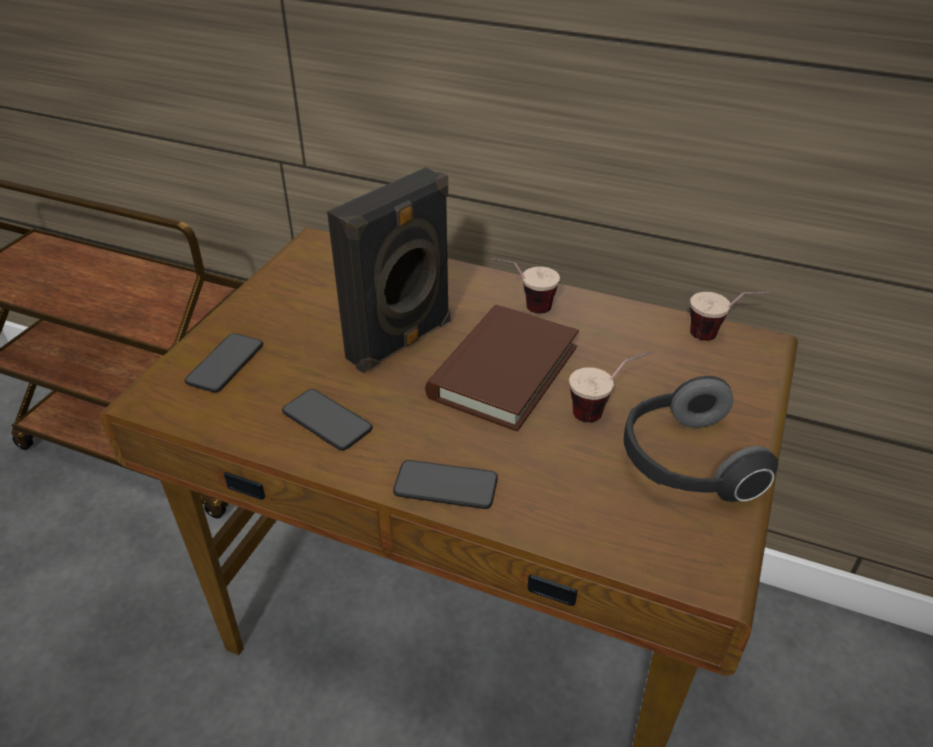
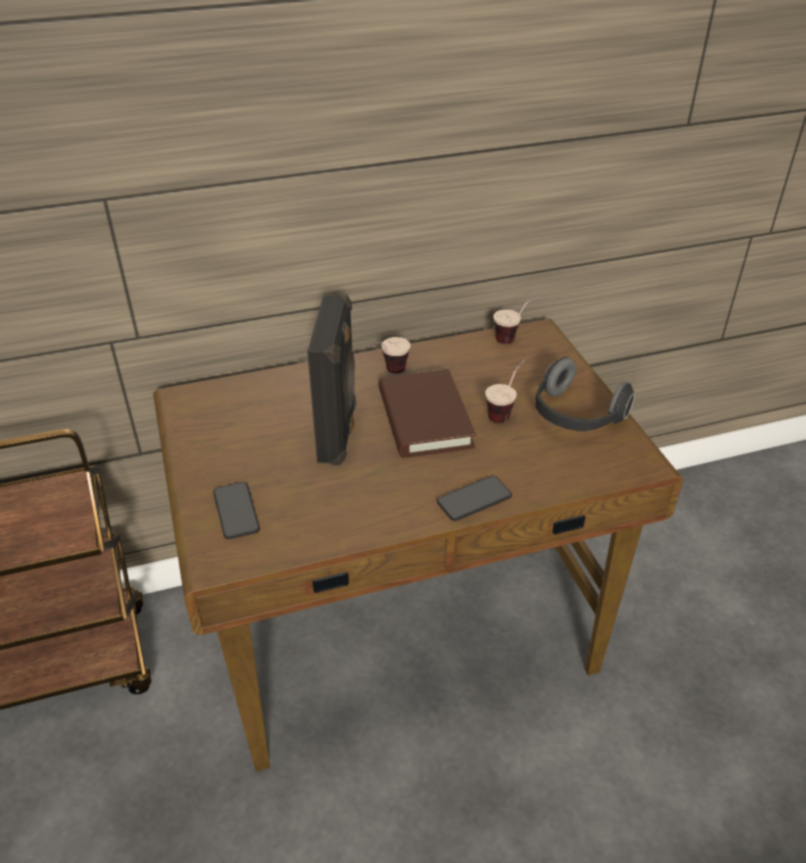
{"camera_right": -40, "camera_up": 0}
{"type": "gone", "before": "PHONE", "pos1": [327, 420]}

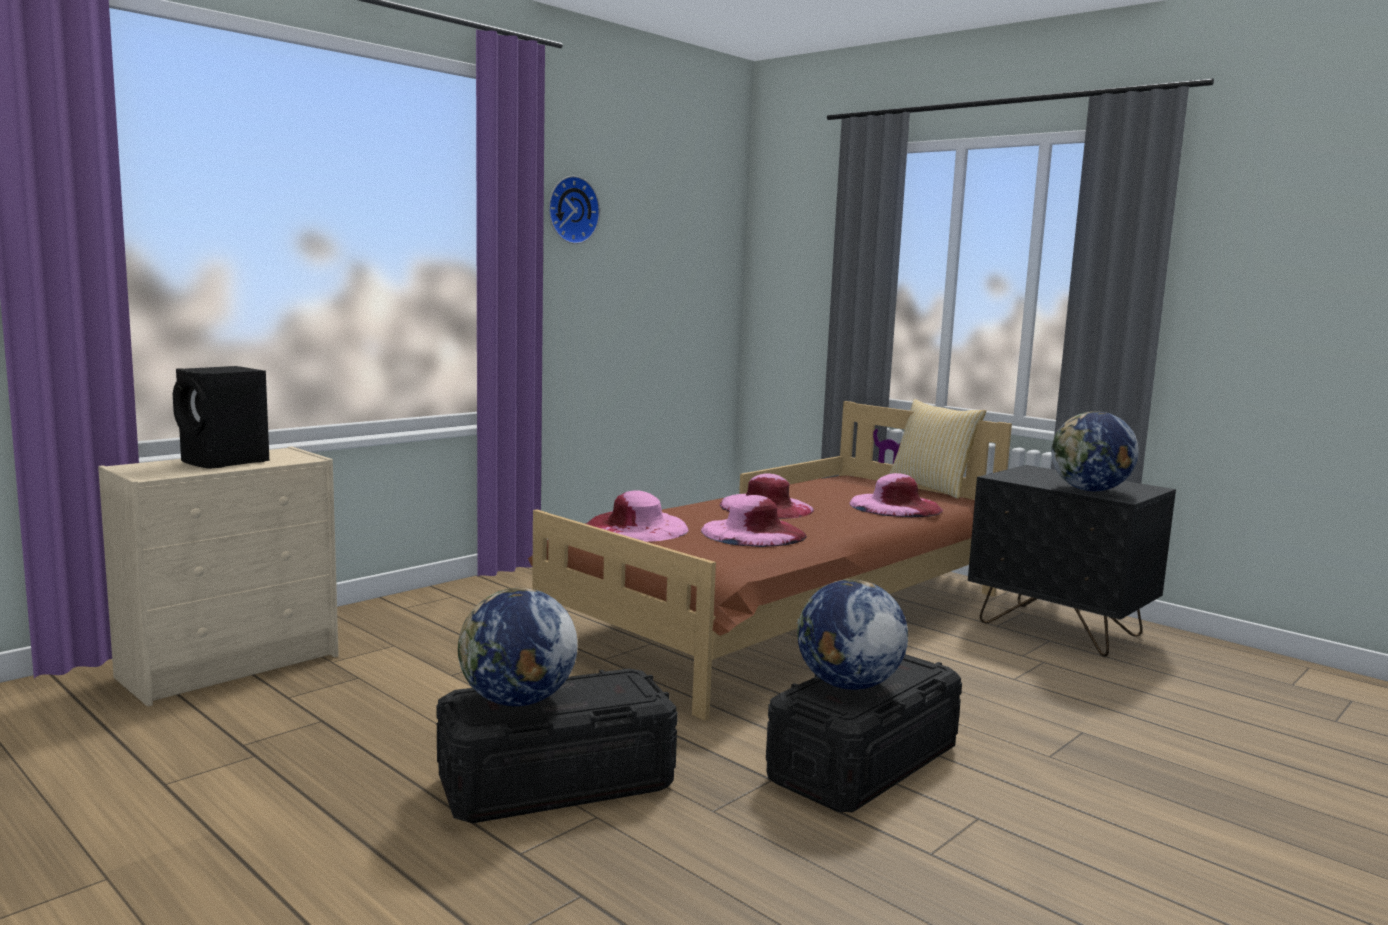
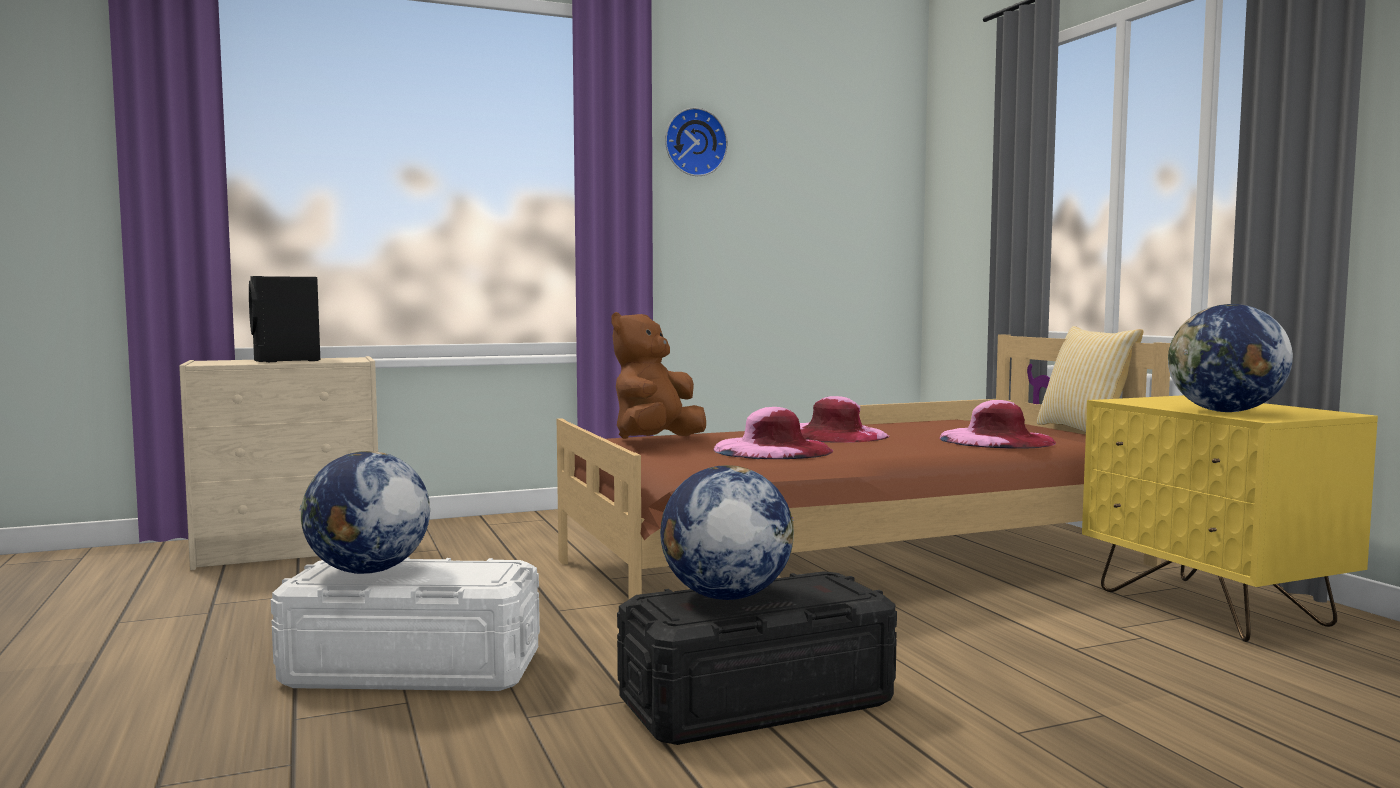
{"camera_right": 25, "camera_up": -5}
{"type": "repainted", "before": "BLACK STORAGE BOX", "after": "WHITE STORAGE BOX", "pos1": [557, 746], "pos2": [405, 624]}
{"type": "swapped", "before": "PINK HAT", "after": "BROWN PLUSH TOY", "pos1": [637, 516], "pos2": [658, 375]}
{"type": "repainted", "before": "BLACK NIGHTSTAND", "after": "YELLOW NIGHTSTAND", "pos1": [1072, 561], "pos2": [1230, 518]}

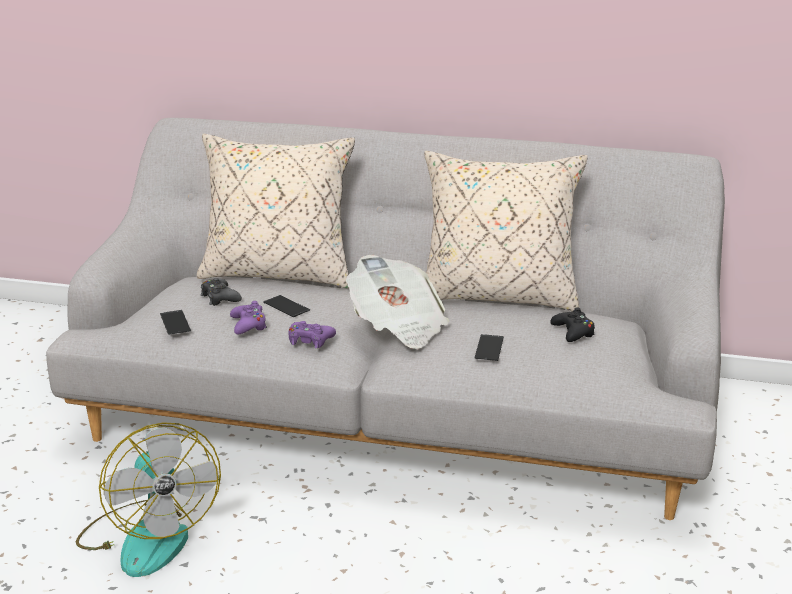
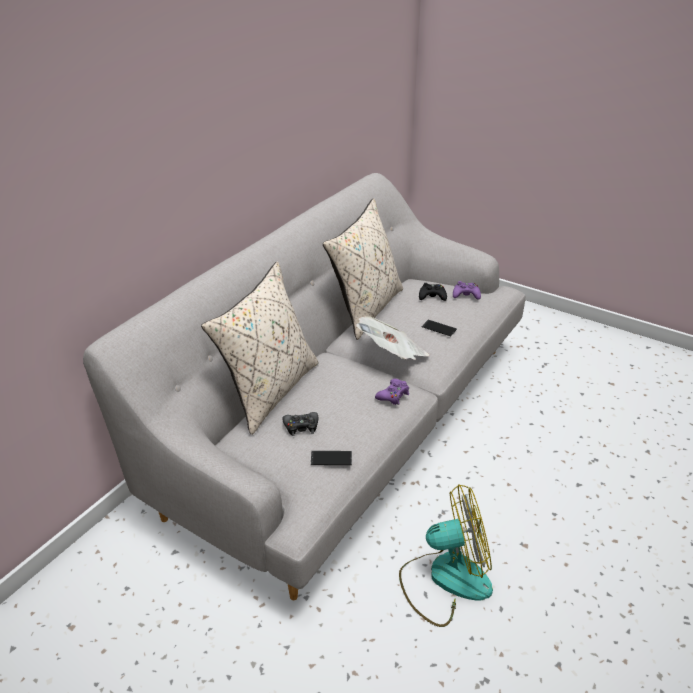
{"camera_right": -70, "camera_up": 10}
{"type": "shifted", "before": "PURPLE GAME CONTROLLER", "pos1": [248, 317], "pos2": [467, 290]}
{"type": "gone", "before": "PHONE", "pos1": [286, 306]}

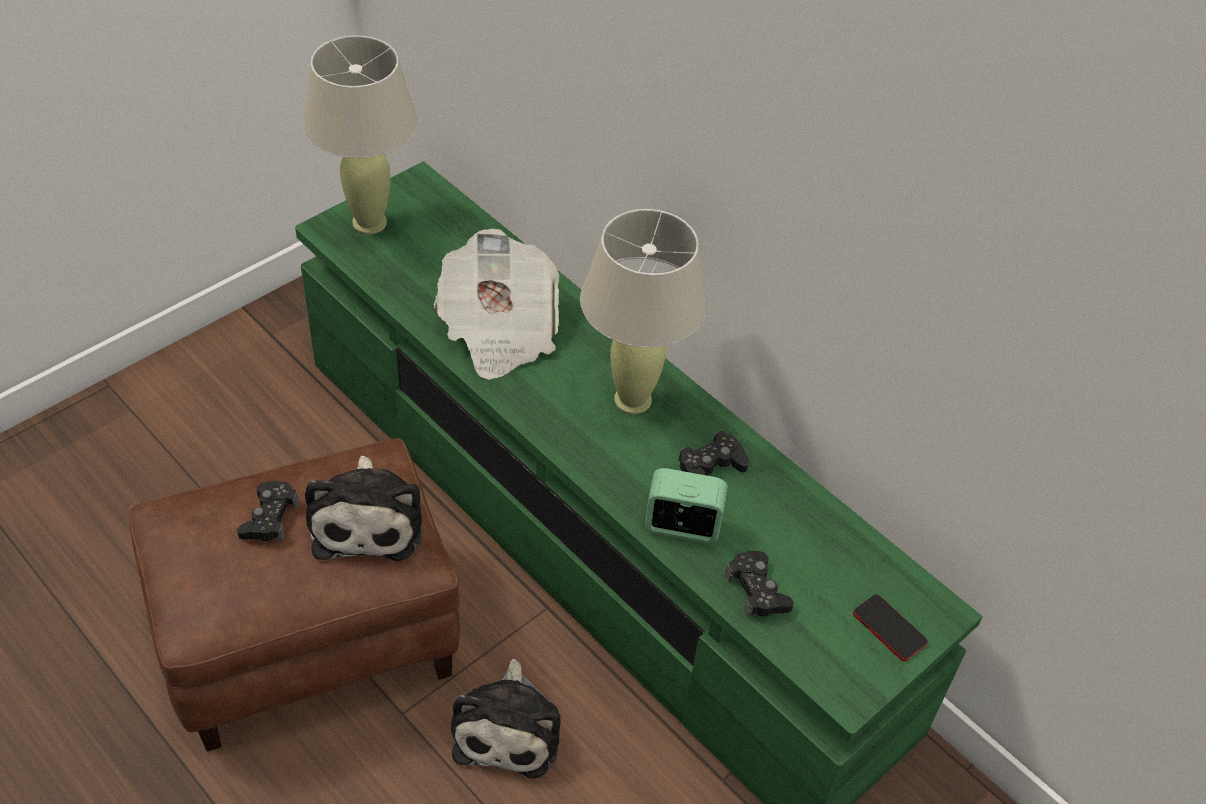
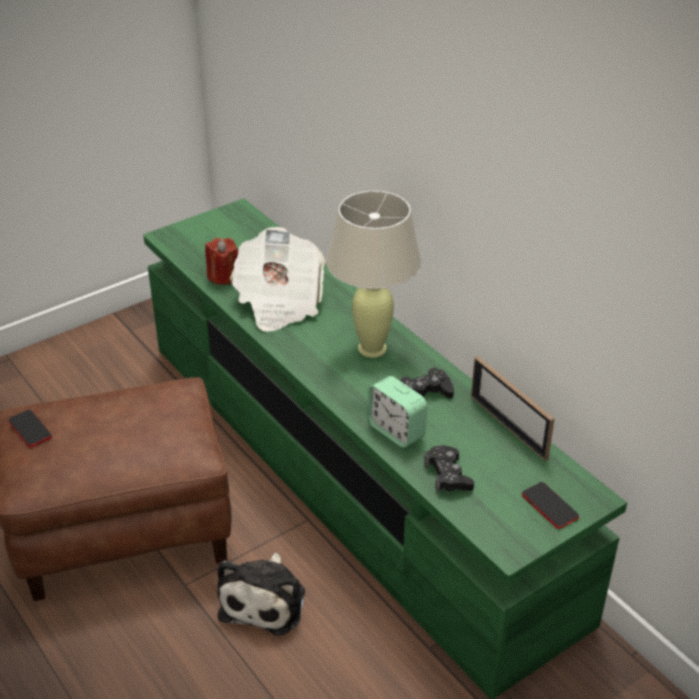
{"camera_right": 10, "camera_up": -10}
{"type": "new", "after": "PHONE", "pos2": [30, 428]}
{"type": "new", "after": "RED CANDLE", "pos2": [221, 261]}
{"type": "rotated", "before": "ALARM CLOCK", "pos1": [686, 505], "pos2": [397, 412], "turn": -150}
{"type": "new", "after": "PICTURE FRAME", "pos2": [513, 408]}
{"type": "gone", "before": "BLACK GAME CONTROLLER", "pos1": [268, 511]}
{"type": "gone", "before": "BEIGE TABLE LAMP", "pos1": [360, 134]}
{"type": "gone", "before": "PLUSH TOY", "pos1": [363, 508]}

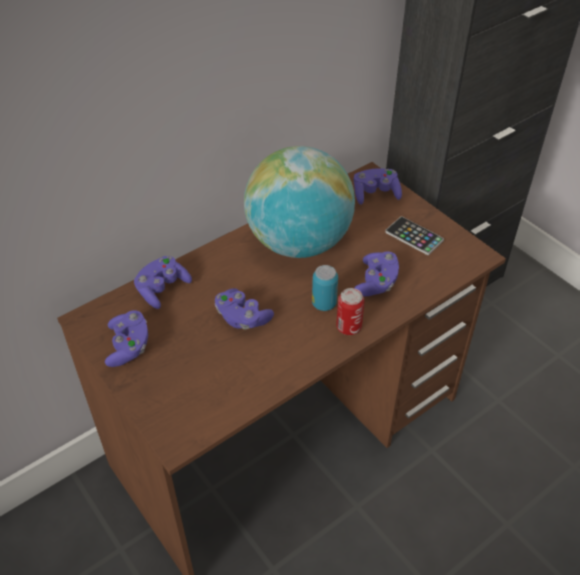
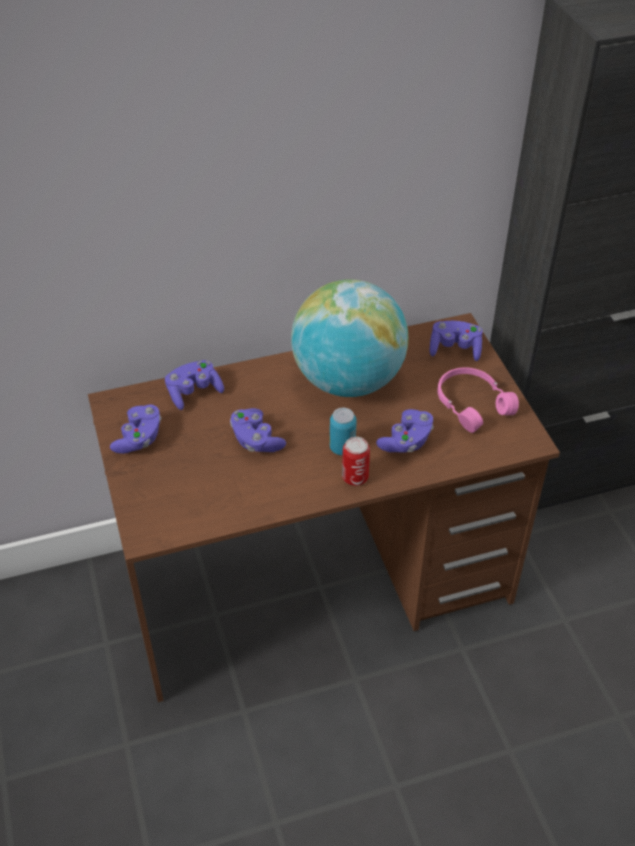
{"camera_right": 20, "camera_up": 0}
{"type": "swapped", "before": "PHONE", "after": "PINK HEADPHONES", "pos1": [414, 235], "pos2": [478, 400]}

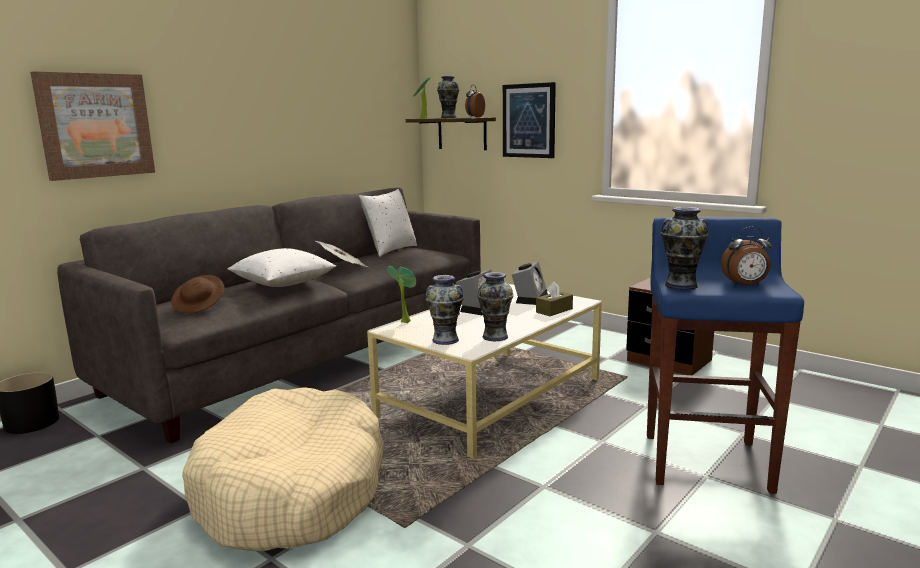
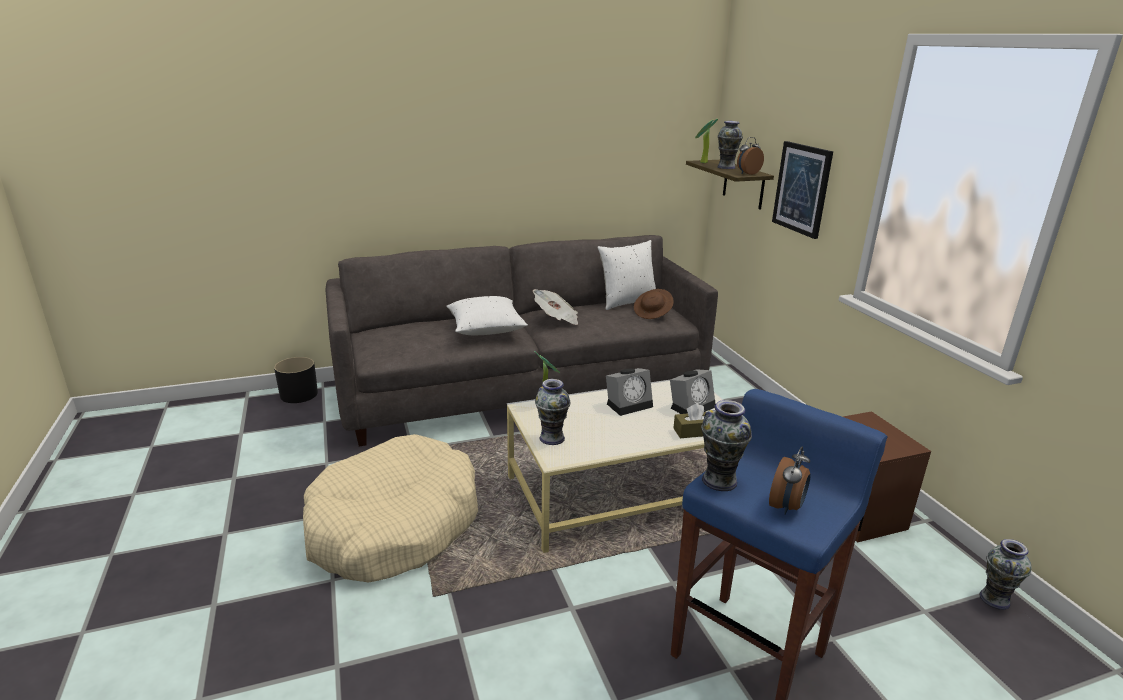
{"camera_right": 30, "camera_up": 10}
{"type": "shifted", "before": "BROWN HAT", "pos1": [198, 294], "pos2": [654, 304]}
{"type": "rotated", "before": "ALARM CLOCK", "pos1": [746, 256], "pos2": [790, 481], "turn": -90}
{"type": "shifted", "before": "VASE", "pos1": [495, 306], "pos2": [1005, 574]}
{"type": "gone", "before": "PICTURE", "pos1": [92, 126]}

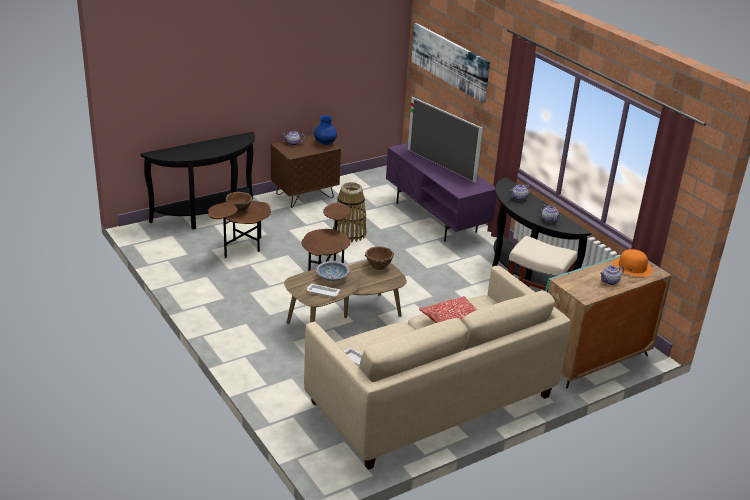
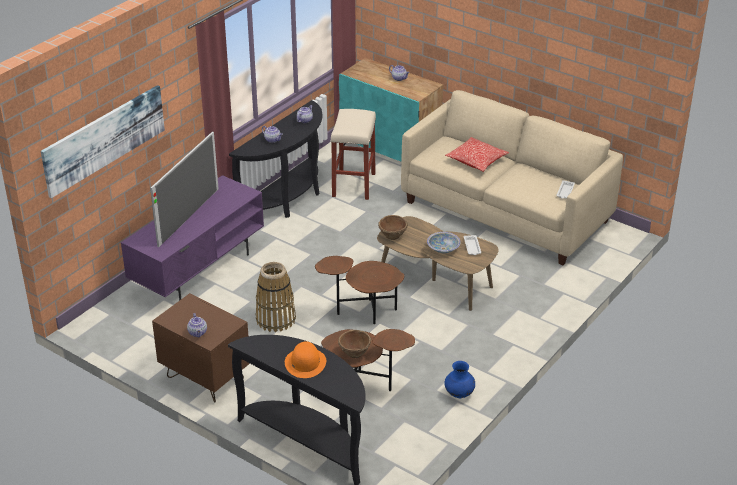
{"camera_right": -110, "camera_up": 5}
{"type": "shifted", "before": "ORANGE HAT", "pos1": [632, 263], "pos2": [305, 359]}
{"type": "shifted", "before": "BLUE VASE", "pos1": [325, 130], "pos2": [459, 379]}

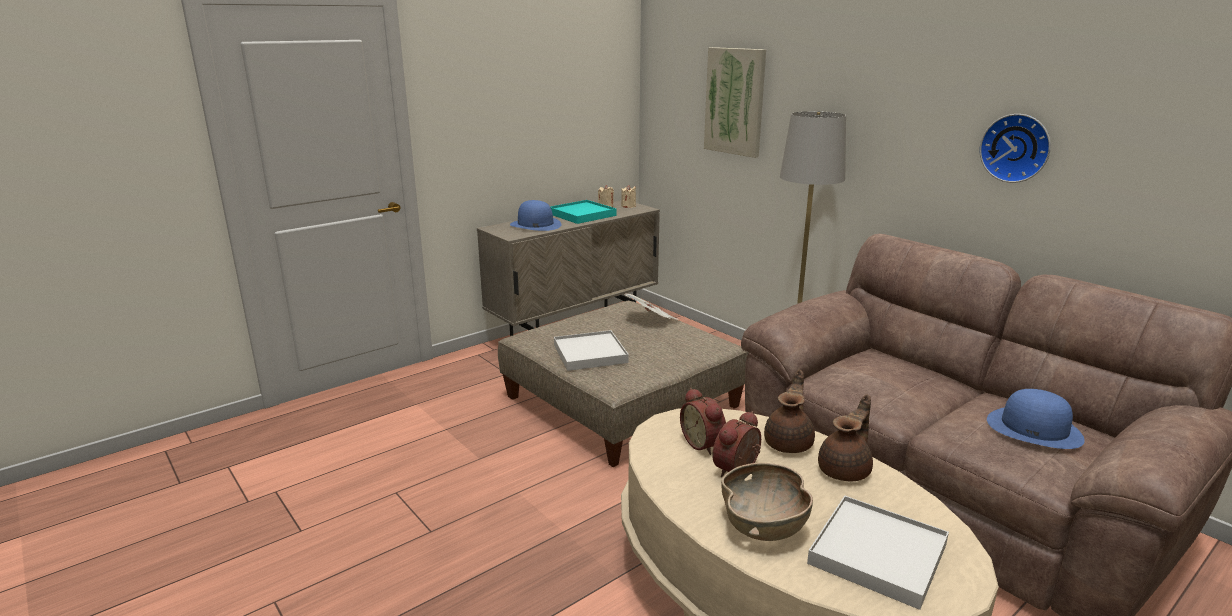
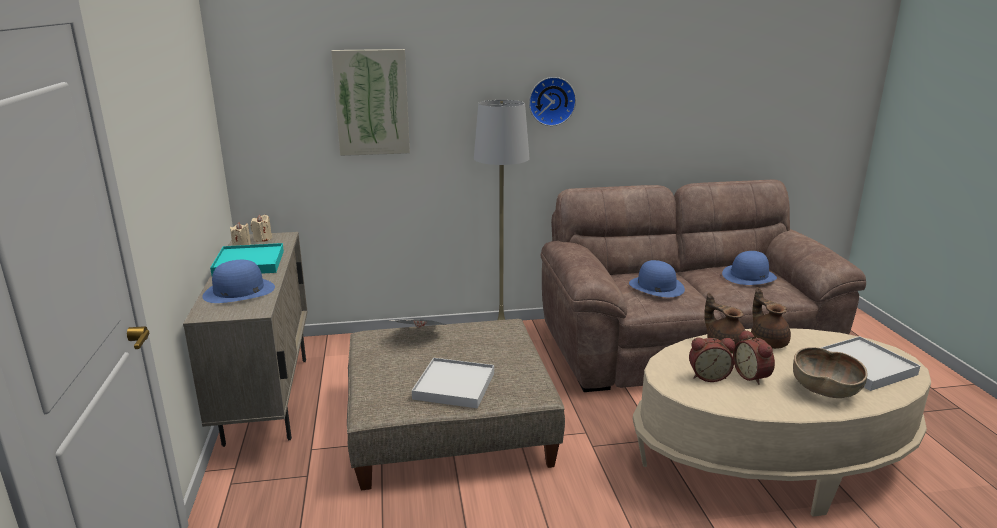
{"camera_right": -60, "camera_up": 0}
{"type": "shifted", "before": "WALL CLOCK", "pos1": [1015, 148], "pos2": [552, 101]}
{"type": "new", "after": "BLUE HAT", "pos2": [657, 278]}

